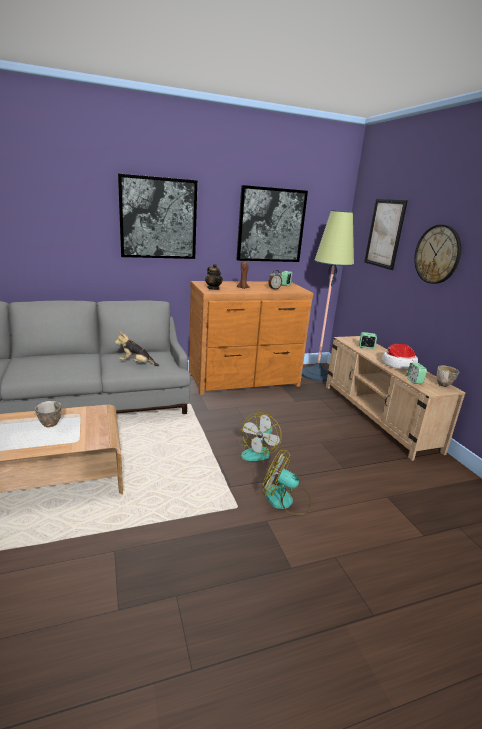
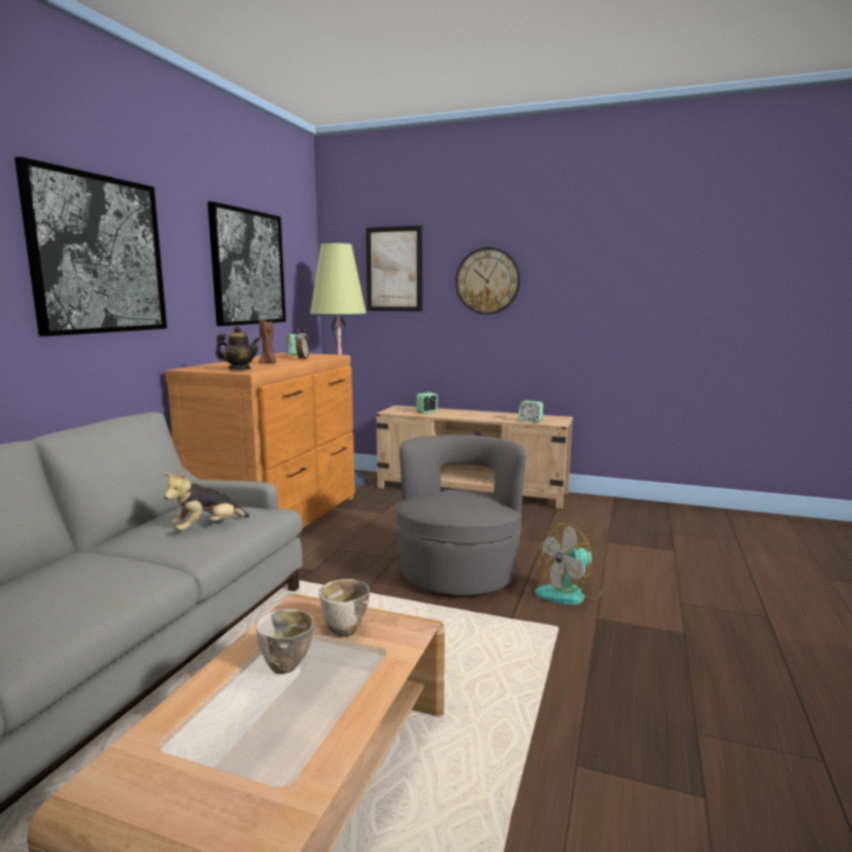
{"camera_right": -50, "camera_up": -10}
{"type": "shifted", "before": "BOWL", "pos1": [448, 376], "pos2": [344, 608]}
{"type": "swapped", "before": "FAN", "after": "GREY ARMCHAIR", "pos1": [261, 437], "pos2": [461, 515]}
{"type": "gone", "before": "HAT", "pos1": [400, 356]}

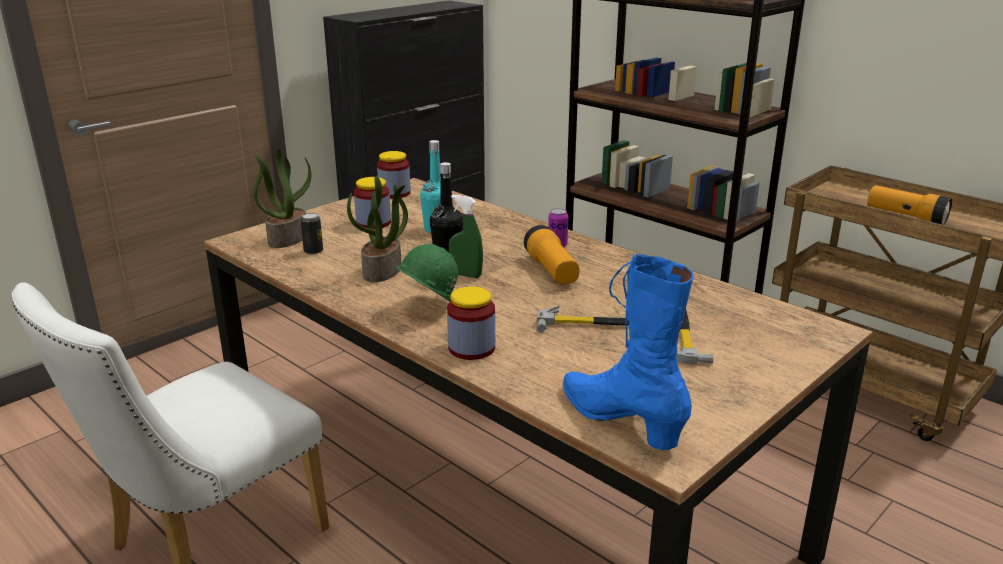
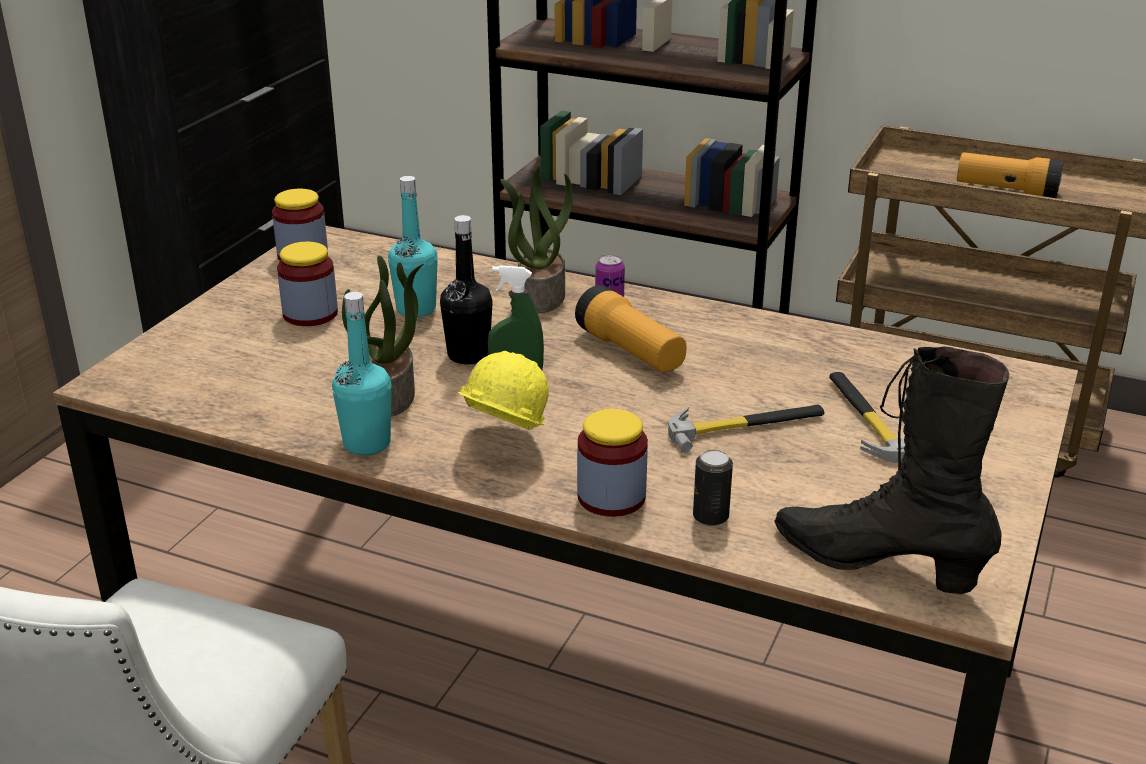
{"camera_right": -20, "camera_up": 5}
{"type": "new", "after": "TURQUOISE BOTTLE", "pos2": [361, 373]}
{"type": "repainted", "before": "GREEN HARD HAT", "after": "YELLOW HARD HAT", "pos1": [427, 273], "pos2": [503, 390]}
{"type": "shifted", "before": "POTTED PLANT", "pos1": [282, 198], "pos2": [536, 239]}
{"type": "shifted", "before": "CAN", "pos1": [311, 234], "pos2": [713, 488]}
{"type": "repainted", "before": "BLUE BOOT", "after": "BLACK BOOT", "pos1": [628, 352], "pos2": [891, 470]}

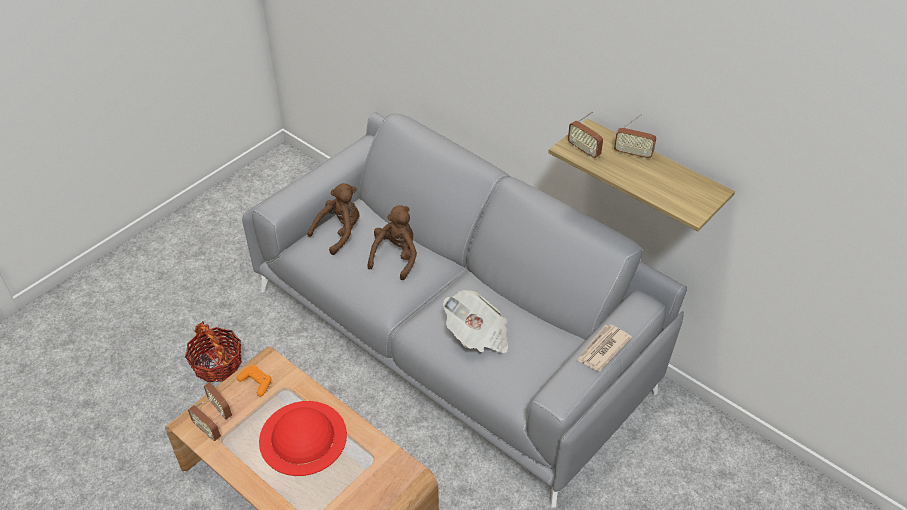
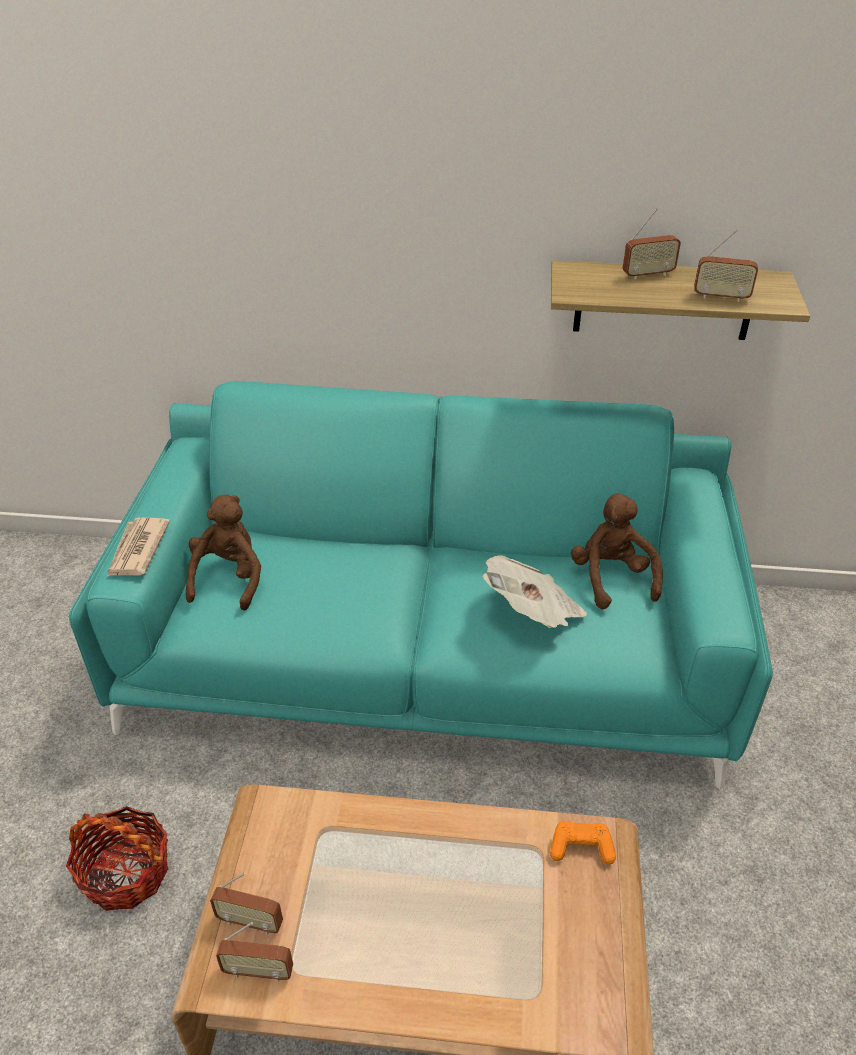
{"camera_right": -35, "camera_up": -5}
{"type": "repainted", "before": "GREY SOFA", "after": "TURQUOISE SOFA", "pos1": [464, 310], "pos2": [421, 585]}
{"type": "shifted", "before": "NEWSPAPER", "pos1": [604, 348], "pos2": [138, 546]}
{"type": "shifted", "before": "ORANGE GAME CONTROLLER", "pos1": [254, 381], "pos2": [583, 843]}
{"type": "shifted", "before": "BROWN PLUSH TOY", "pos1": [392, 242], "pos2": [617, 551]}
{"type": "shifted", "before": "RADIO", "pos1": [585, 134], "pos2": [726, 265]}
{"type": "gone", "before": "RED HAT", "pos1": [303, 438]}

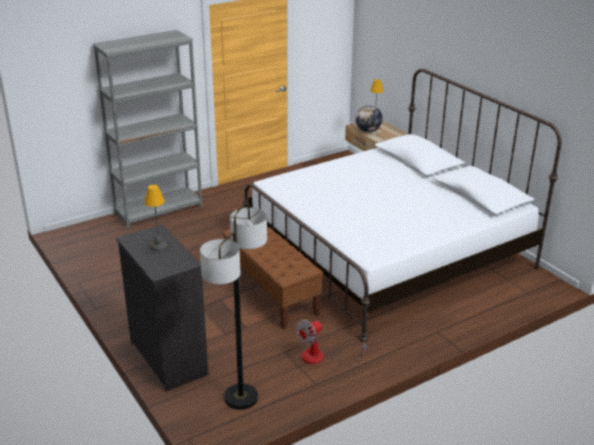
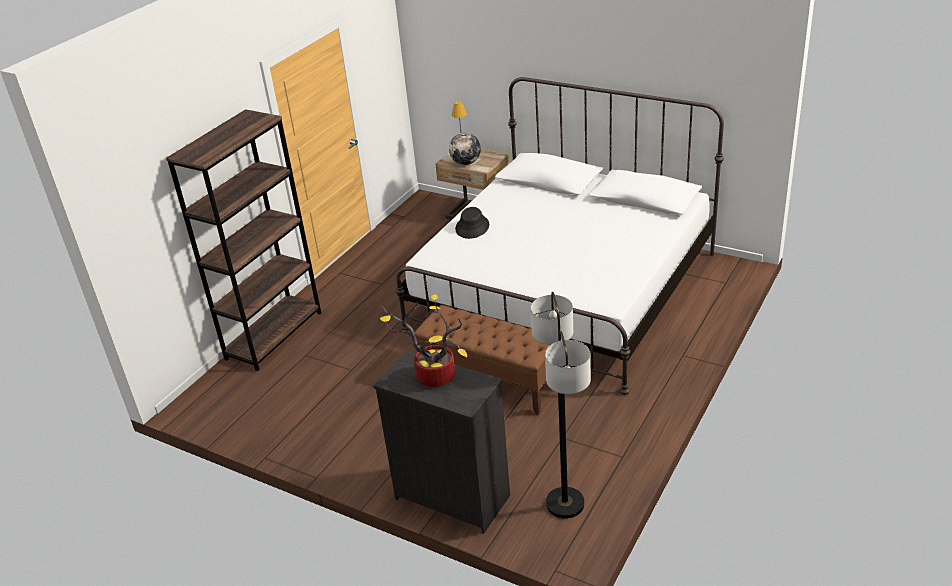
{"camera_right": -25, "camera_up": 5}
{"type": "repainted", "before": "GREY BOOKCASE", "after": "BROWN BOOKCASE", "pos1": [148, 129], "pos2": [243, 240]}
{"type": "swapped", "before": "TABLE LAMP", "after": "POTTED PLANT", "pos1": [155, 218], "pos2": [422, 340]}
{"type": "new", "after": "BLACK HAT", "pos2": [472, 223]}
{"type": "gone", "before": "FAN", "pos1": [331, 342]}

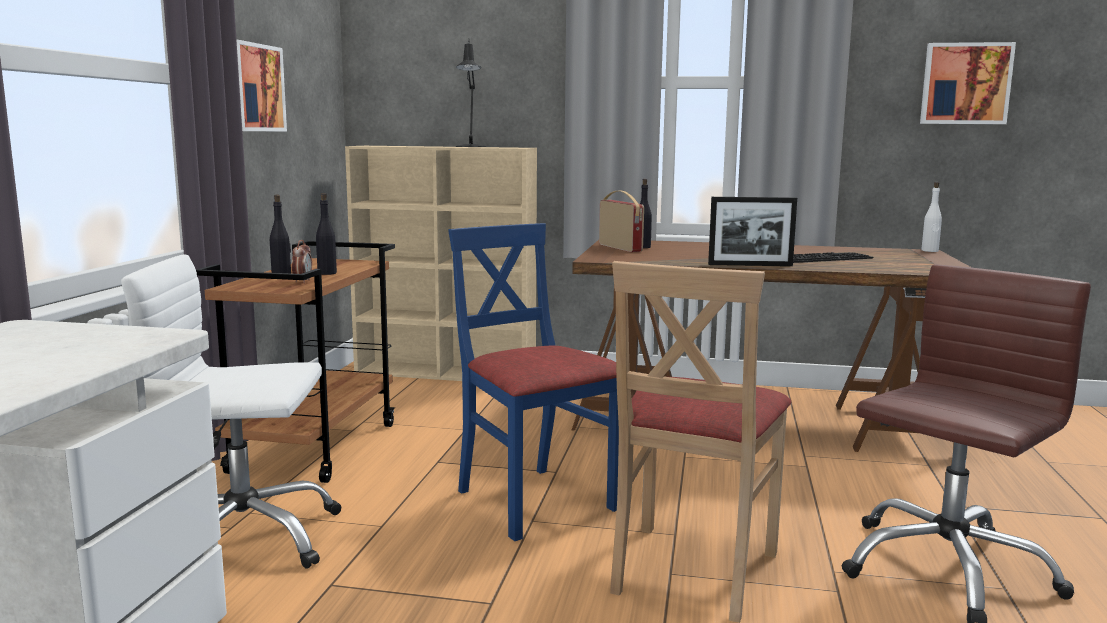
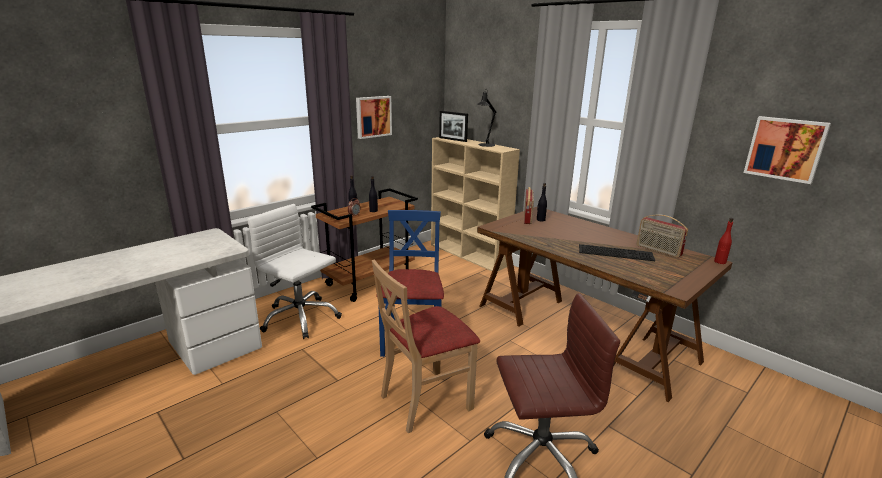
{"camera_right": 35, "camera_up": 10}
{"type": "shifted", "before": "PICTURE FRAME", "pos1": [752, 231], "pos2": [453, 126]}
{"type": "new", "after": "RADIO", "pos2": [662, 236]}
{"type": "repainted", "before": "WHITE BOTTLE", "after": "RED BOTTLE", "pos1": [931, 217], "pos2": [723, 241]}

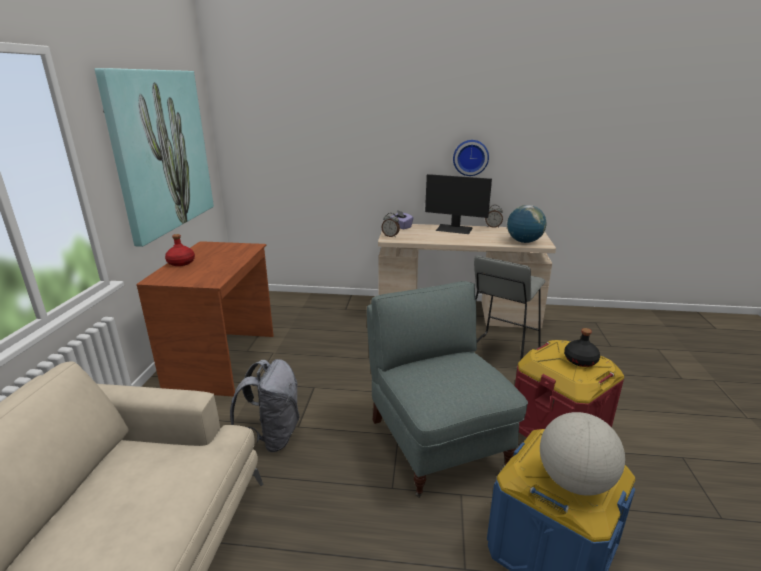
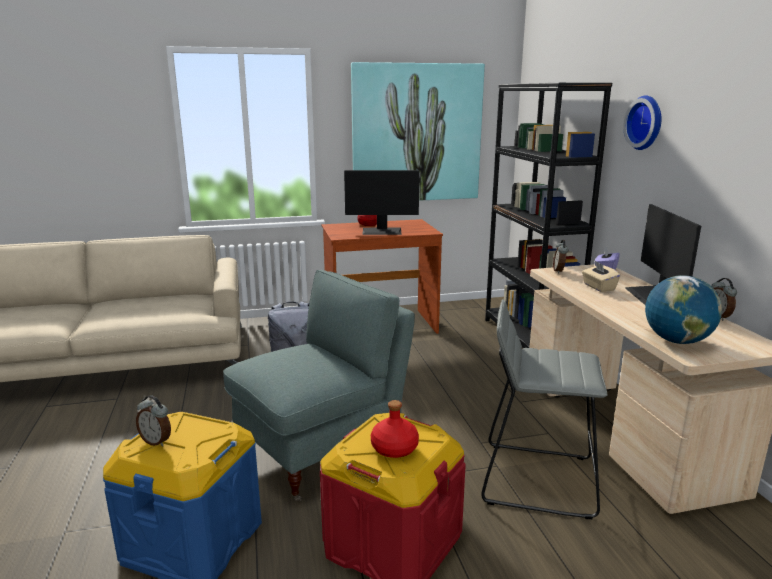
{"camera_right": 70, "camera_up": -5}
{"type": "swapped", "before": "GLOBE", "after": "ALARM CLOCK", "pos1": [582, 454], "pos2": [153, 421]}
{"type": "new", "after": "MONITOR", "pos2": [382, 202]}
{"type": "repainted", "before": "BLACK BOTTLE", "after": "RED BOTTLE", "pos1": [582, 347], "pos2": [395, 429]}
{"type": "new", "after": "BLACK BOOKCASE", "pos2": [548, 215]}
{"type": "new", "after": "BEIGE TISSUE BOX", "pos2": [601, 276]}
{"type": "shifted", "before": "WALL CLOCK", "pos1": [471, 158], "pos2": [642, 122]}

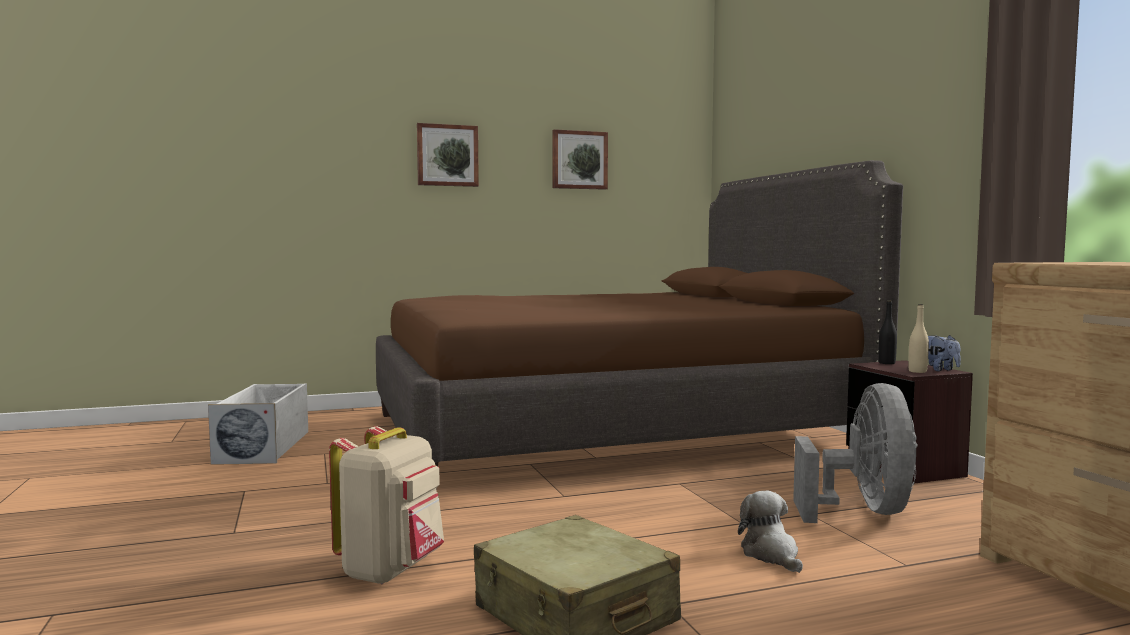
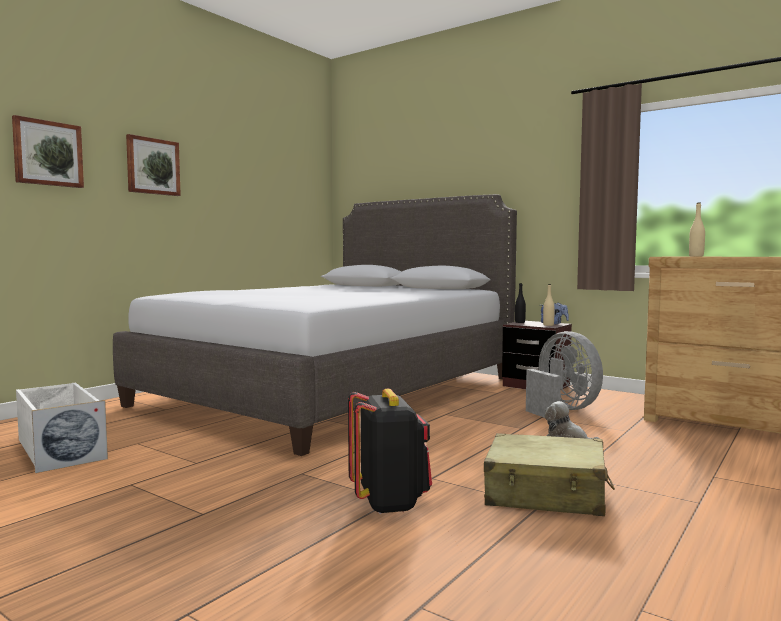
{"camera_right": -35, "camera_up": 0}
{"type": "shifted", "before": "PICTURE", "pos1": [580, 159], "pos2": [48, 151]}
{"type": "repainted", "before": "BROWN BED", "after": "GREY BED", "pos1": [639, 313], "pos2": [315, 325]}
{"type": "repainted", "before": "BEIGE BACKPACK", "after": "BLACK BACKPACK", "pos1": [386, 505], "pos2": [390, 451]}
{"type": "new", "after": "BEIGE BOTTLE", "pos2": [697, 229]}

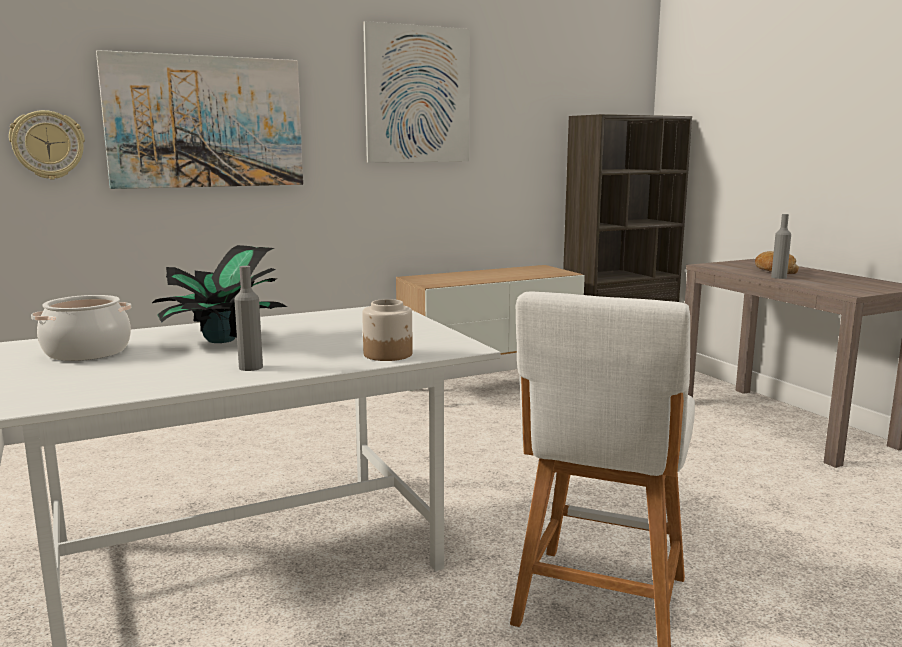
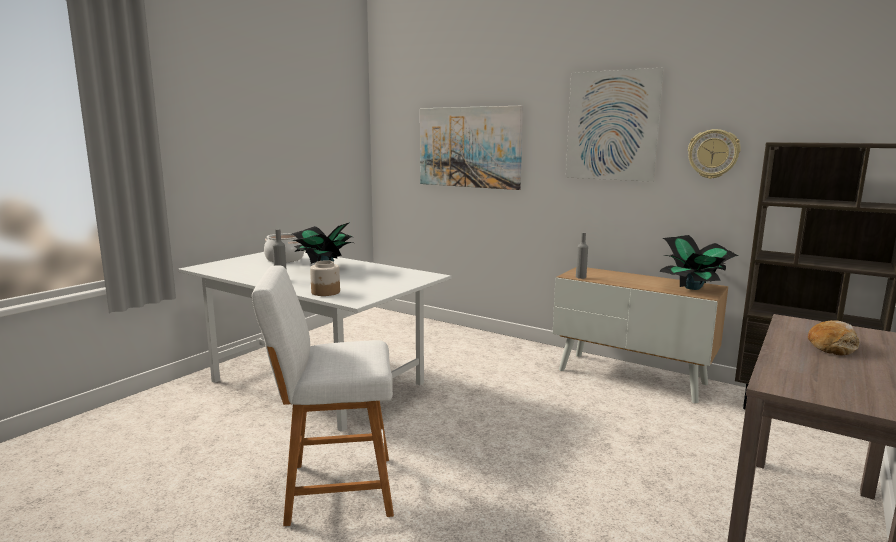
{"camera_right": 60, "camera_up": 0}
{"type": "shifted", "before": "GREY BOTTLE", "pos1": [781, 246], "pos2": [582, 255]}
{"type": "new", "after": "POTTED PLANT", "pos2": [698, 262]}
{"type": "shifted", "before": "WALL CLOCK", "pos1": [47, 144], "pos2": [714, 154]}

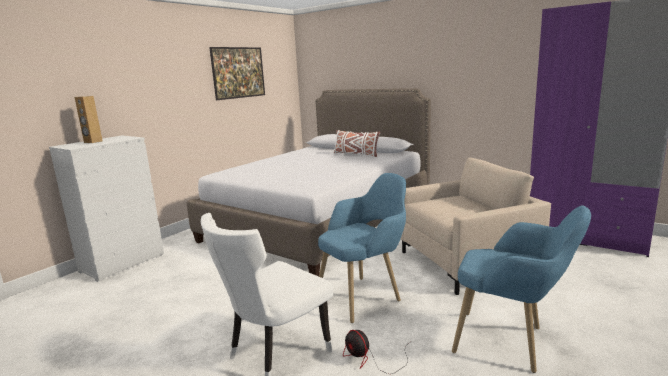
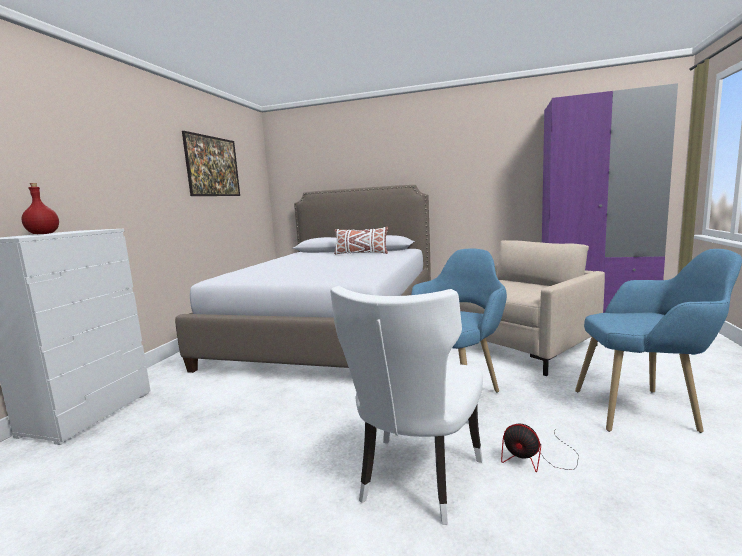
{"camera_right": -20, "camera_up": -5}
{"type": "swapped", "before": "BROWN SPEAKER", "after": "RED BOTTLE", "pos1": [89, 119], "pos2": [40, 208]}

